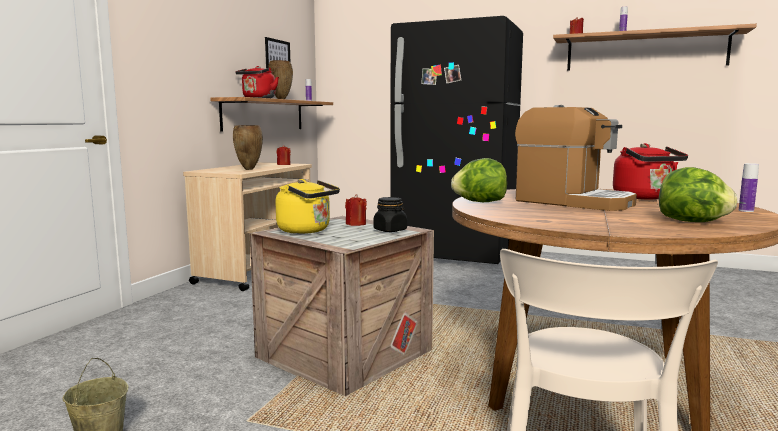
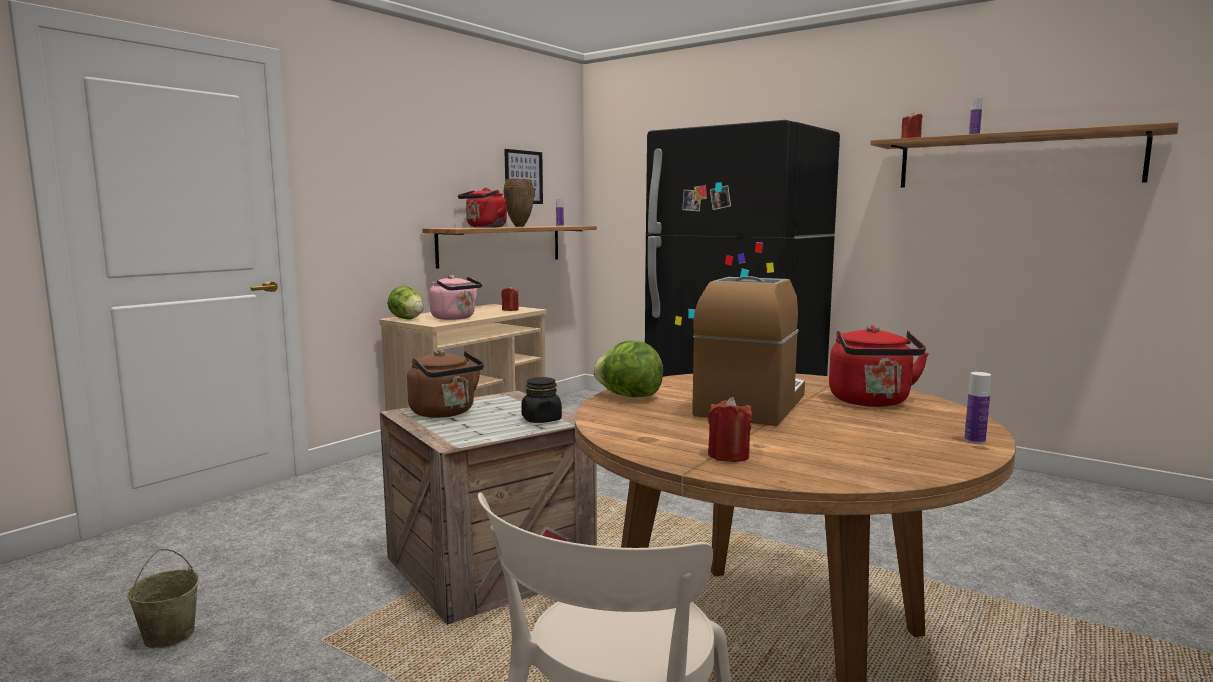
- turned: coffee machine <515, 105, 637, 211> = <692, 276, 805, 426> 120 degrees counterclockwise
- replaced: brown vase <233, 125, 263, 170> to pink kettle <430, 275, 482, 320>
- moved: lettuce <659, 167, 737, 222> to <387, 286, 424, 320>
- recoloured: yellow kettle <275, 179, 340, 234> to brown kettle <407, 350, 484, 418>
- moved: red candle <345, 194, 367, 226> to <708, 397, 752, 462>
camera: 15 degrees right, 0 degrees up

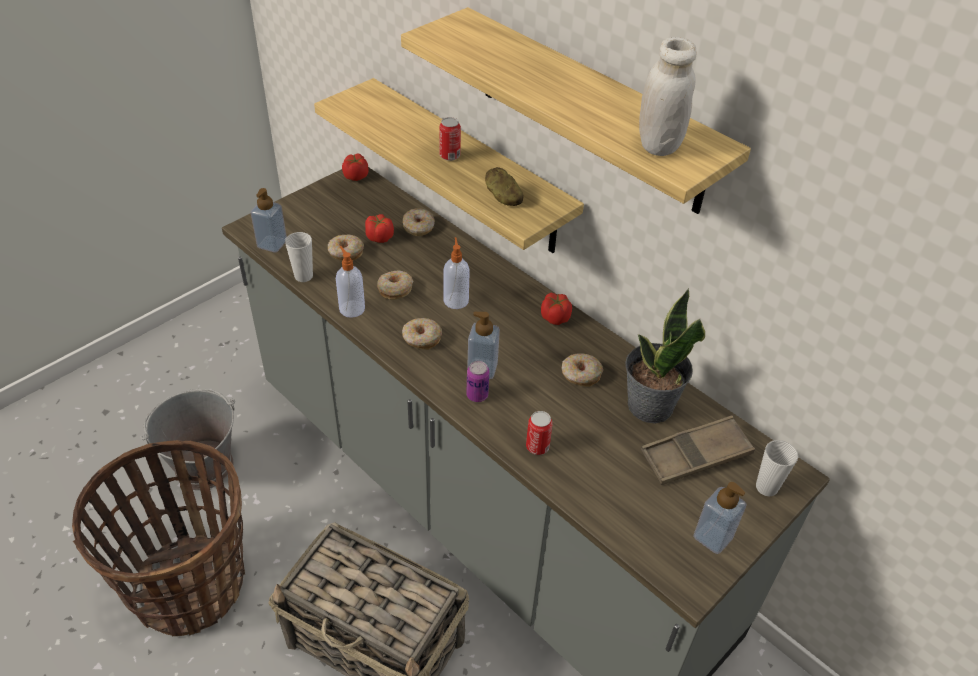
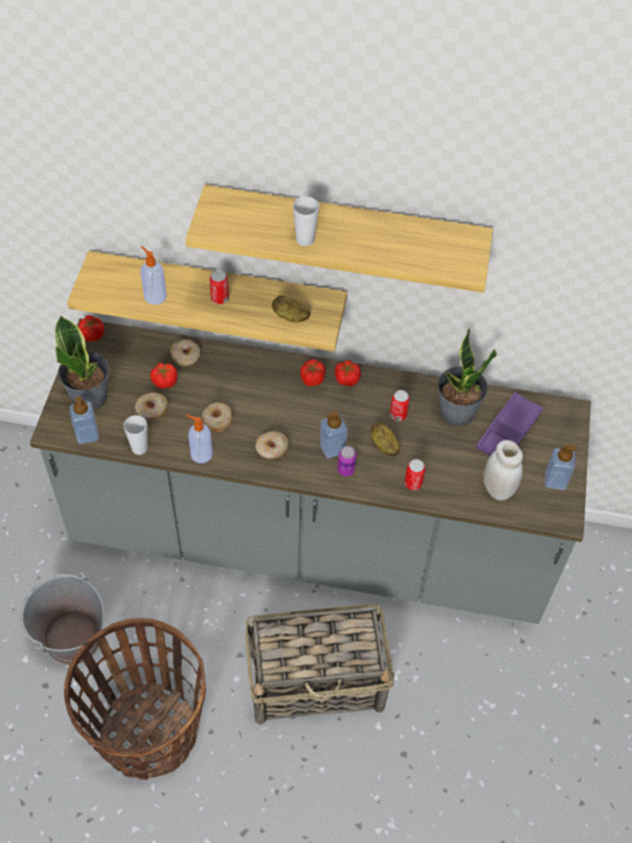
- moved: white jar <639, 37, 697, 156> to <484, 440, 523, 500>
- moved: soap dispenser <443, 237, 470, 309> to <141, 246, 167, 305>
- replaced: donut <561, 353, 603, 387> to can <390, 390, 410, 421>
- recoloured: brown tray <641, 415, 755, 485> to purple tray <475, 392, 543, 456>
- moved: cup <756, 440, 798, 496> to <293, 197, 319, 246>
- added: potted plant <55, 315, 109, 411>
- added: tomato <300, 359, 325, 386>
- added: potato <371, 422, 400, 456>
camera: 35 degrees left, 10 degrees up

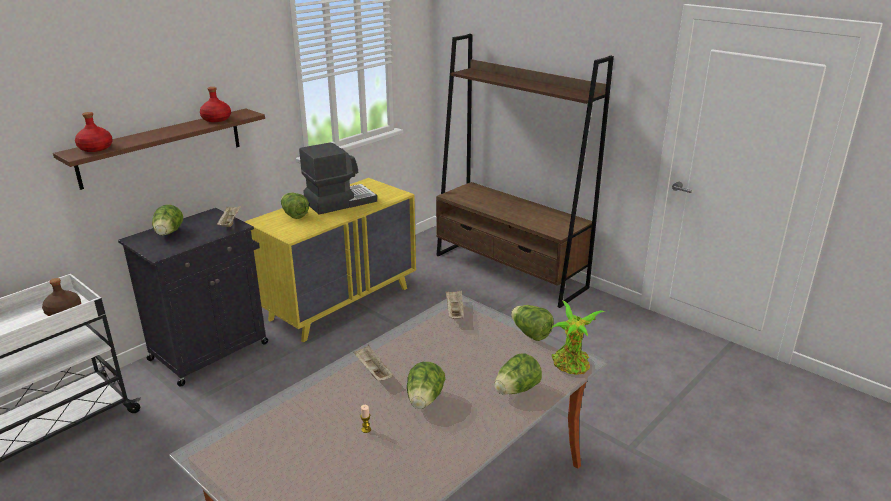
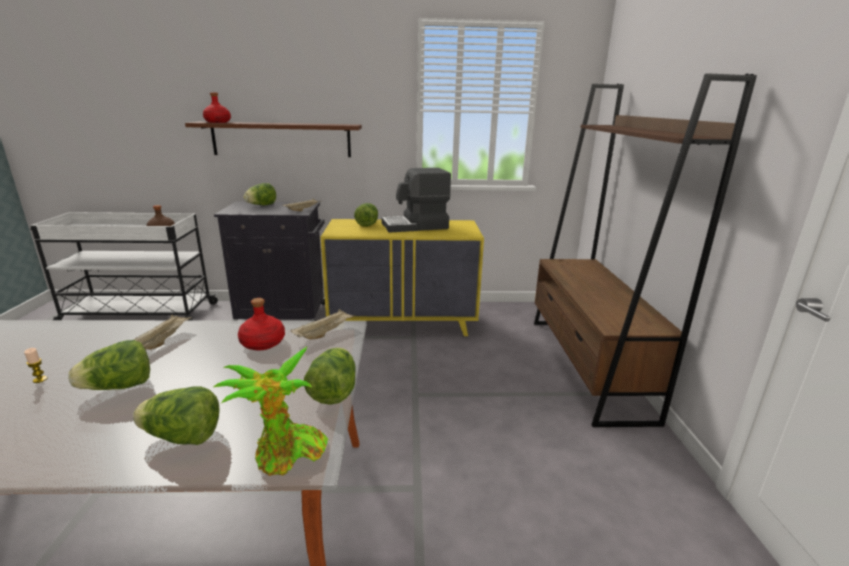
- moved: red bottle <200, 87, 231, 122> to <238, 298, 285, 350>
- turned: coffee machine <299, 142, 377, 215> = <382, 168, 451, 233> 150 degrees clockwise
camera: 45 degrees right, 5 degrees down

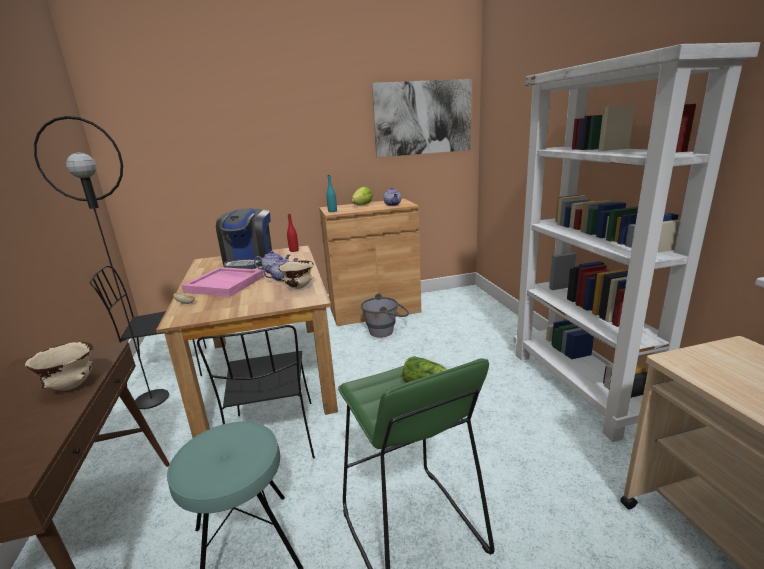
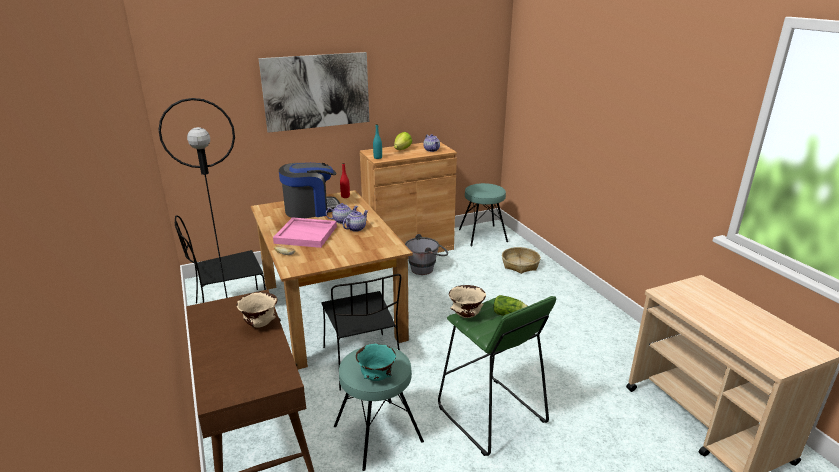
- removed: white bookcase <513, 42, 760, 442>
- moved: picture <372, 79, 472, 157> to <259, 52, 369, 133>
- turned: coffee machine <216, 208, 272, 269> = <279, 163, 340, 218> 105 degrees counterclockwise
- moved: beige bowl <278, 260, 314, 289> to <449, 285, 486, 318>
- added: turquoise stool <459, 183, 508, 246>
- added: basket <502, 247, 541, 274>
- added: turquoise bowl <356, 344, 396, 381>
camera: 10 degrees left, 5 degrees up

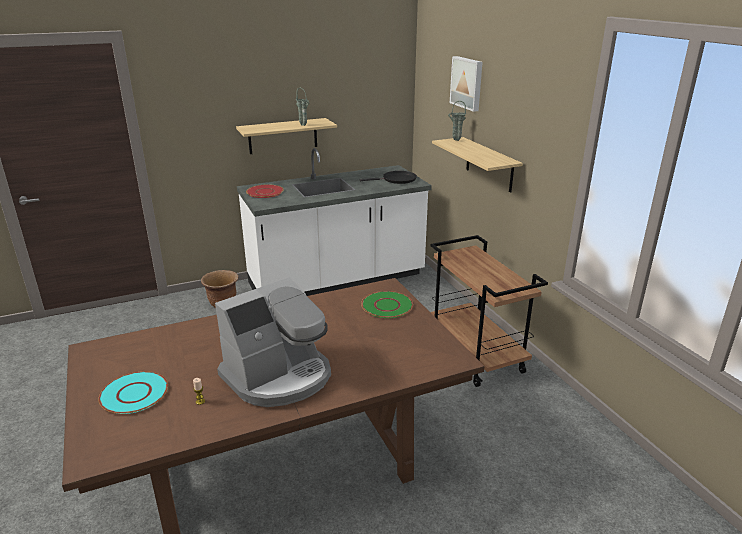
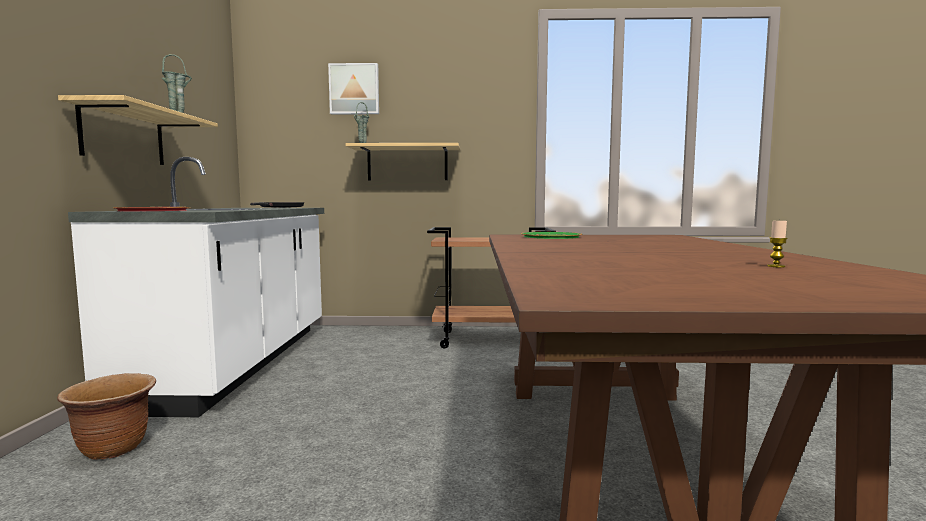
- removed: coffee machine <215, 277, 331, 407>
- removed: turquoise plate <99, 371, 168, 414>
camera: 65 degrees left, 20 degrees down

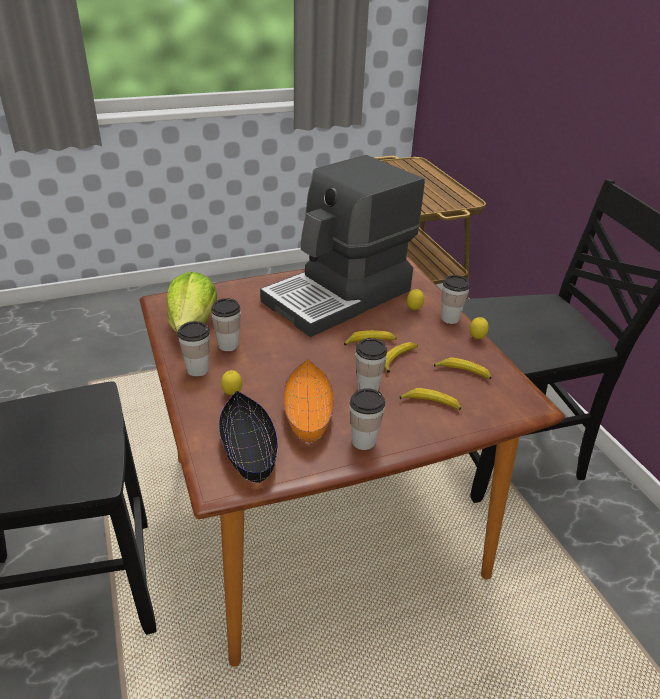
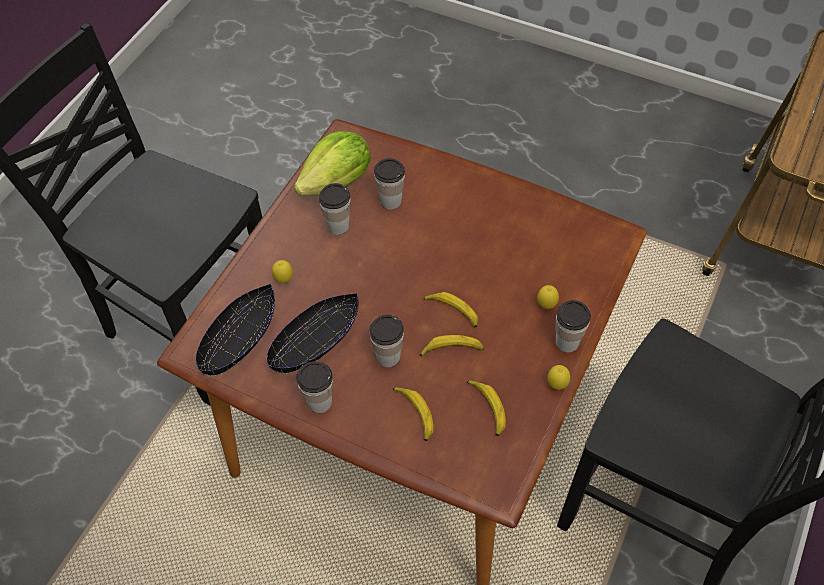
- removed: coffee machine <260, 155, 425, 337>
- moved: cup <177, 321, 210, 377> to <374, 158, 405, 209>
- recoloured: orange bowl <283, 359, 334, 443> to black bowl <267, 293, 358, 373>
camera: 50 degrees right, 20 degrees up

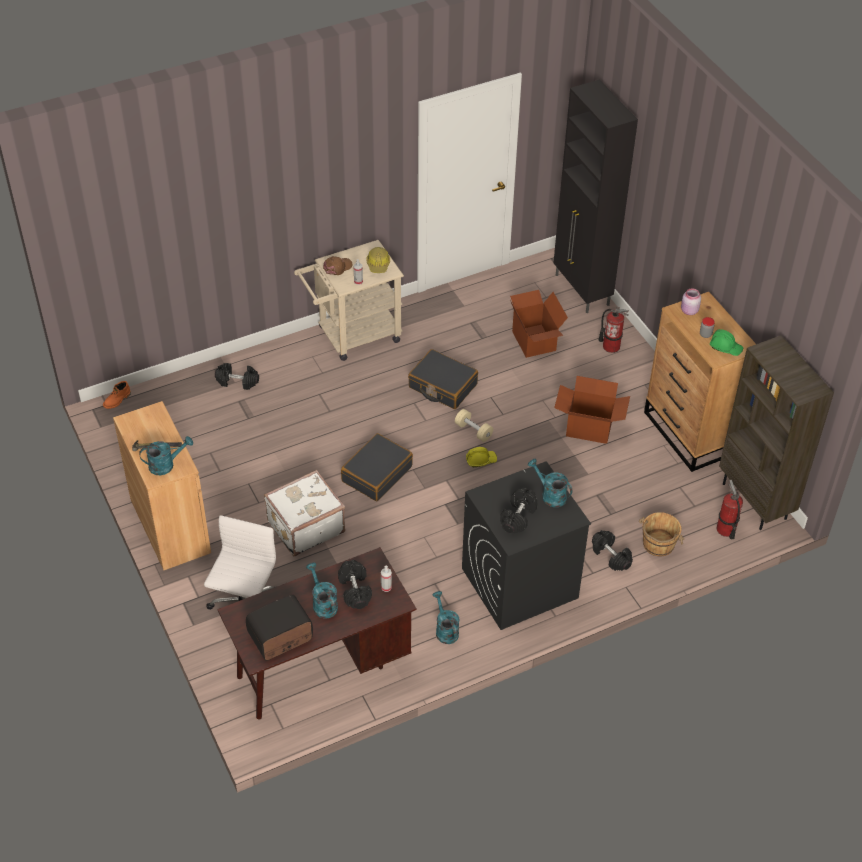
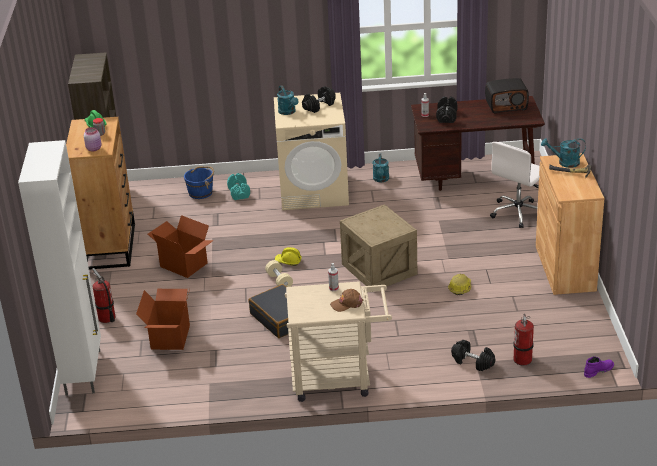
- recoloured: black cabinet <553, 79, 638, 313> to white cabinet <18, 140, 101, 395>
- moved: hard hat <367, 247, 390, 273> to <448, 274, 471, 295>
- recoloured: orange boot <103, 381, 131, 409> to purple boot <584, 356, 614, 378>
- replaced: black suitcase <341, 433, 413, 501> to crate <340, 204, 417, 286>
- recoloured: black washing machine <462, 461, 591, 630> to beige washing machine <274, 93, 349, 210>
- removed: white suitcase <264, 470, 345, 556>
- moved: fire extinguisher <717, 480, 743, 539> to <513, 314, 534, 366>
- recoloured: brown bucket <639, 512, 684, 557> to blue bucket <184, 166, 214, 199>
- recoloured: black dumbbell <592, 530, 633, 571> to turquoise dumbbell <227, 173, 250, 200>
- removed: turquoise watering can <306, 562, 338, 618>
camera: 155 degrees left, 15 degrees down

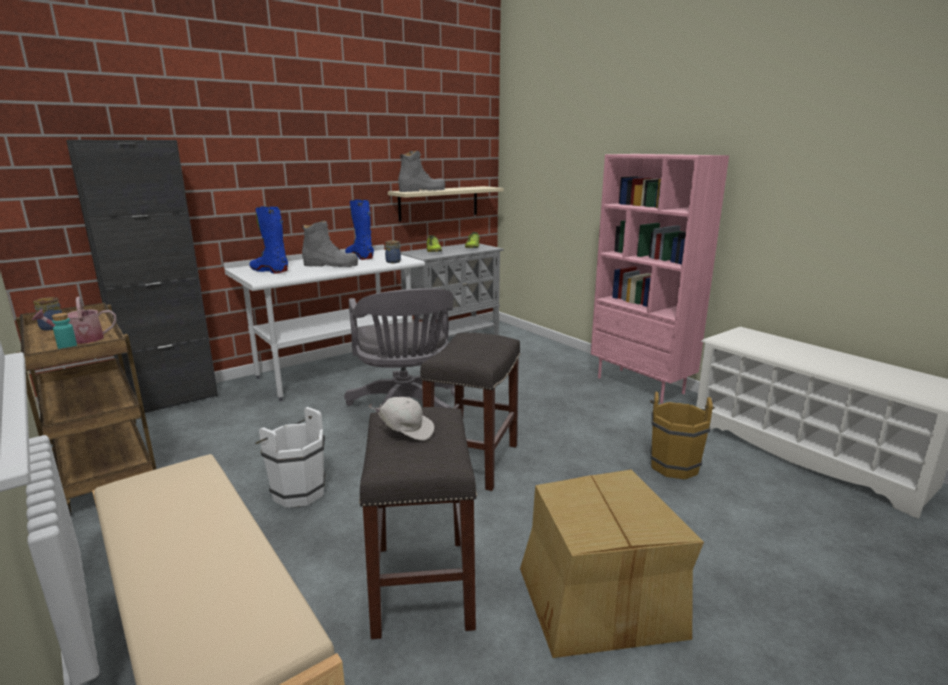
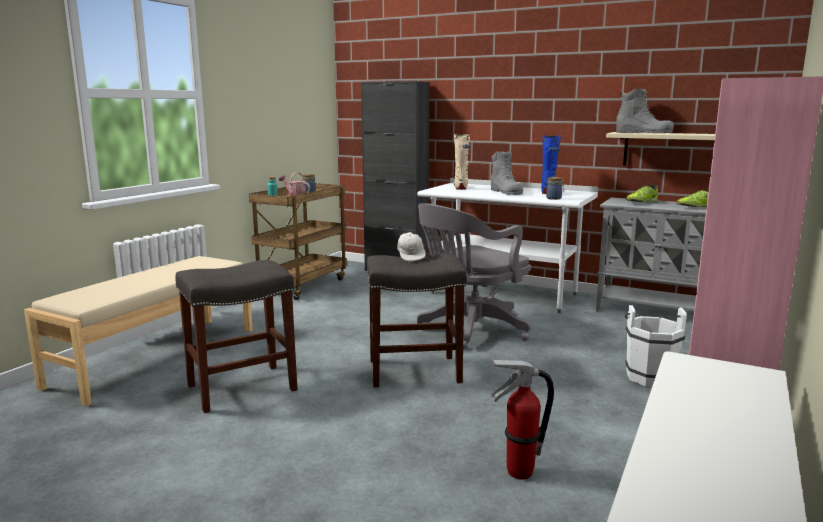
- recoloured: blue boot <249, 206, 288, 273> to beige boot <454, 134, 470, 189>
- replaced: brown bucket <650, 391, 715, 479> to fire extinguisher <491, 359, 554, 479>
- moved: white cap <368, 397, 435, 441> to <397, 232, 426, 261>
- moved: white bucket <255, 407, 325, 508> to <625, 305, 687, 387>
- removed: cardboard box <520, 470, 704, 658>
camera: 65 degrees right, 5 degrees down

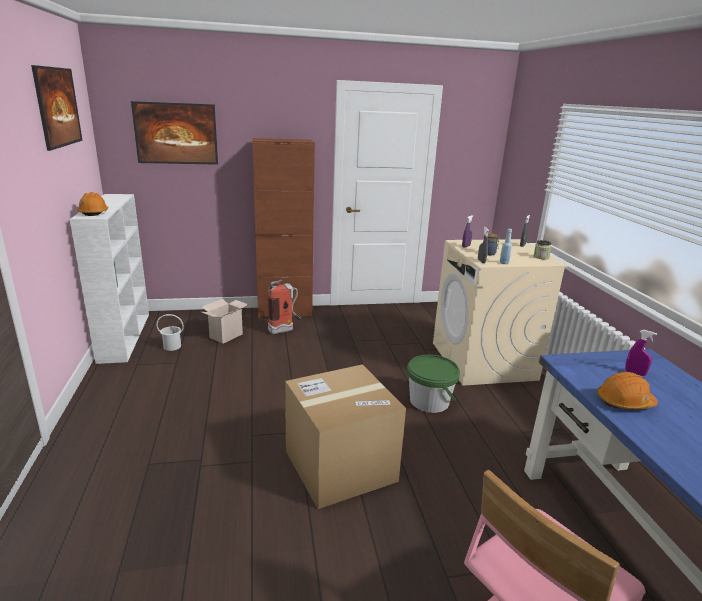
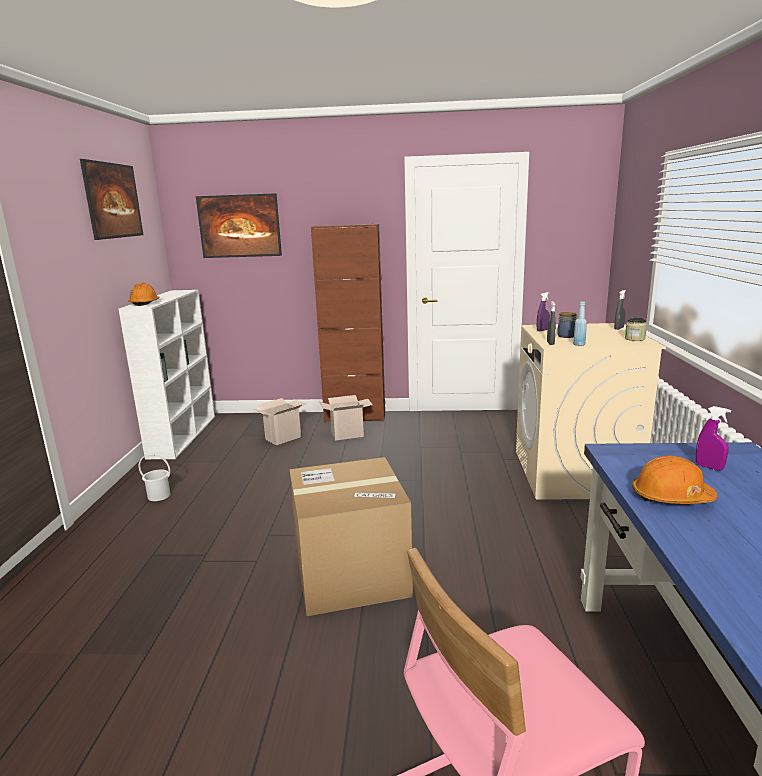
- replaced: fire extinguisher <268, 280, 301, 334> to cardboard box <320, 395, 373, 441>
- moved: white bucket <157, 314, 184, 351> to <139, 454, 171, 501>
- removed: green bucket <407, 355, 460, 413>
camera: 15 degrees right, 5 degrees down

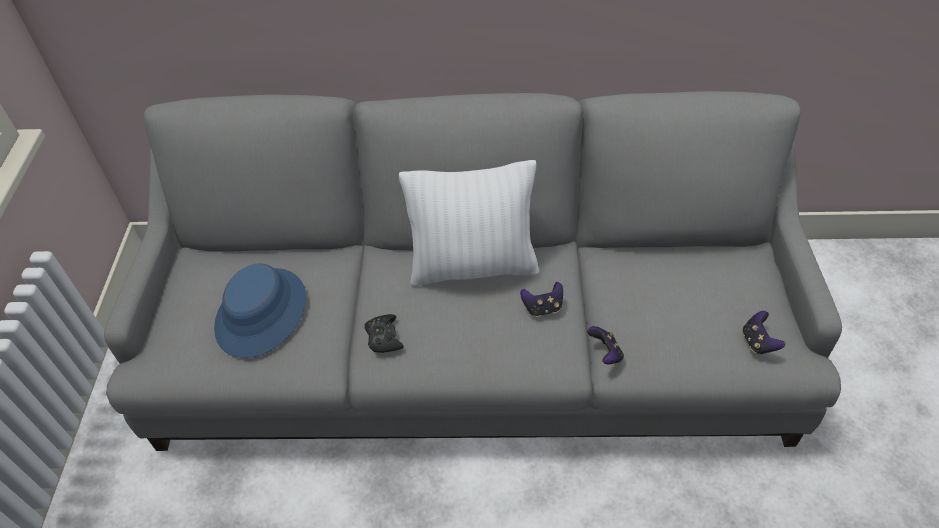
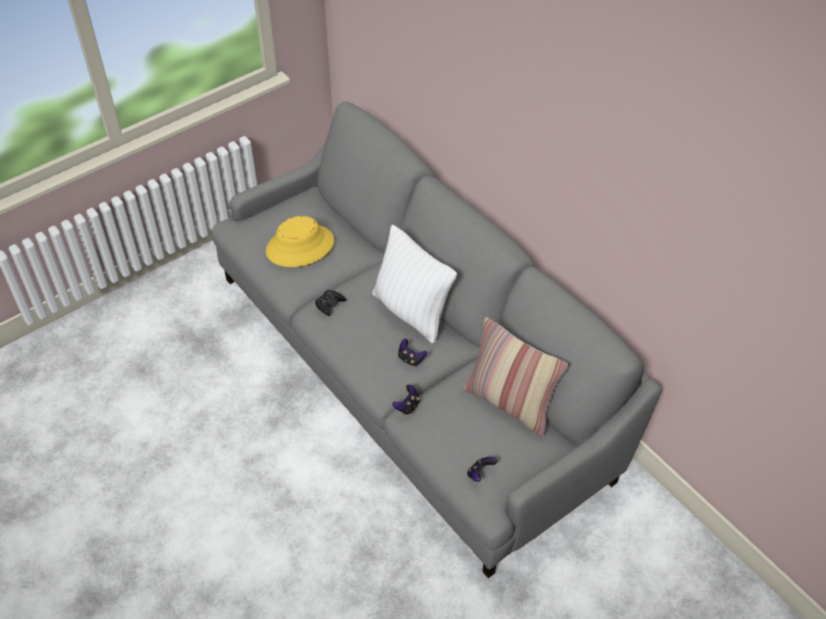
- recoloured: blue hat <214, 263, 306, 358> to yellow hat <266, 216, 334, 267>
- added: pillow <464, 317, 569, 437>
camera: 50 degrees right, 0 degrees up

